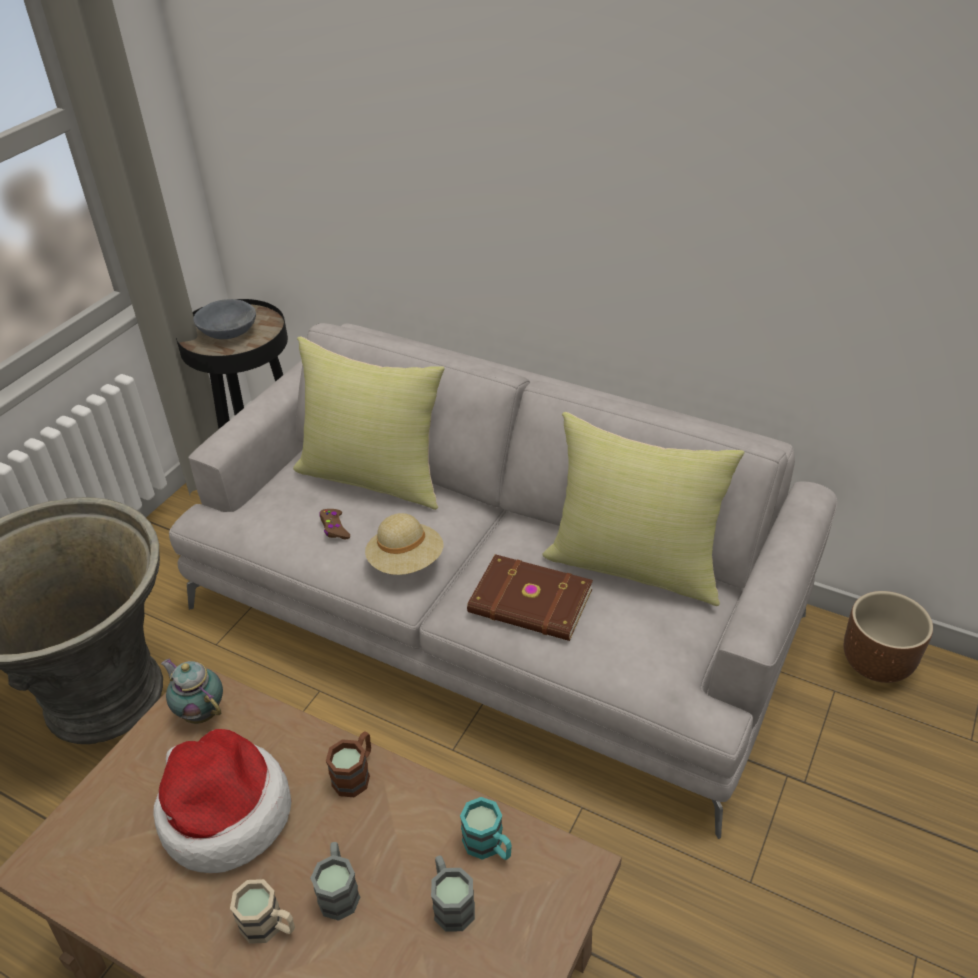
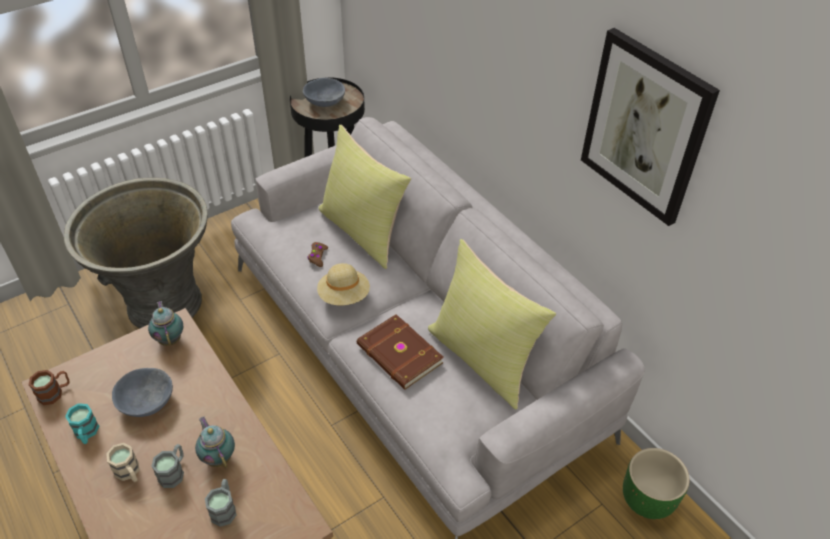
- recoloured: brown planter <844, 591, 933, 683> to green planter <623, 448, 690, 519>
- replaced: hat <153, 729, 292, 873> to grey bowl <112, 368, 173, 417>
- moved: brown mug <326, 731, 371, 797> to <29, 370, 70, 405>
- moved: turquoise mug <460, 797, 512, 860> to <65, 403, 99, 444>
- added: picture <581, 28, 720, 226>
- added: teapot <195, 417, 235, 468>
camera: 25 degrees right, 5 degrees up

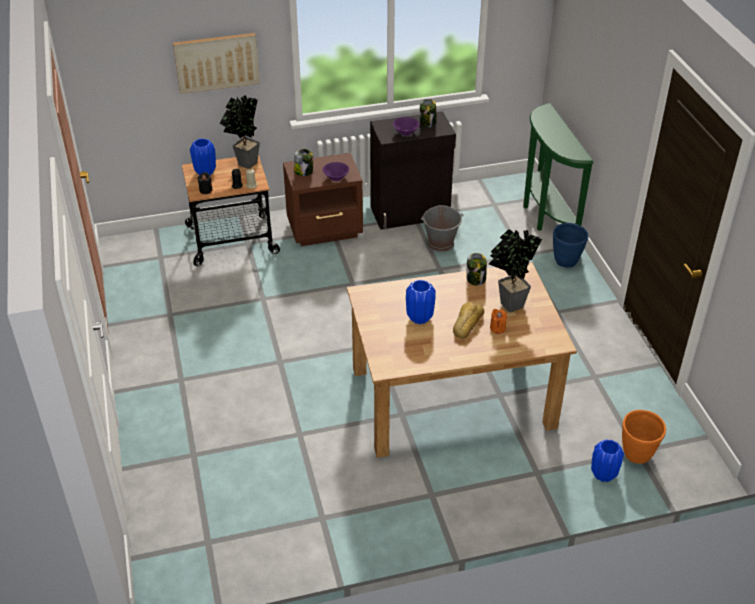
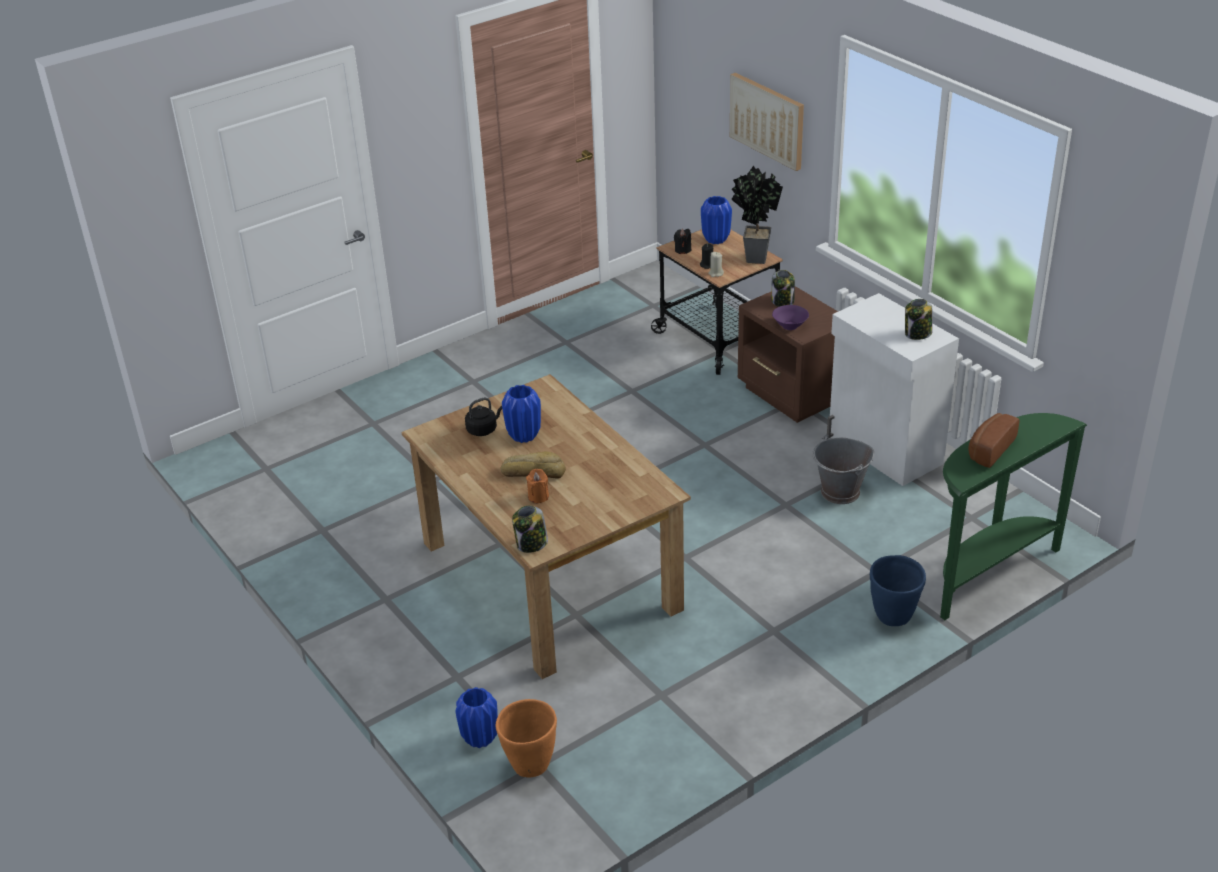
- recoloured: black cabinet <370, 111, 456, 230> to white cabinet <827, 293, 959, 486>
- removed: purple bowl <393, 117, 420, 136>
- removed: potted plant <489, 229, 542, 312>
- moved: jar <467, 253, 487, 286> to <512, 506, 548, 553>
- added: black kettle <465, 397, 502, 436>
- added: bread <968, 413, 1019, 468>
camera: 70 degrees right, 5 degrees down

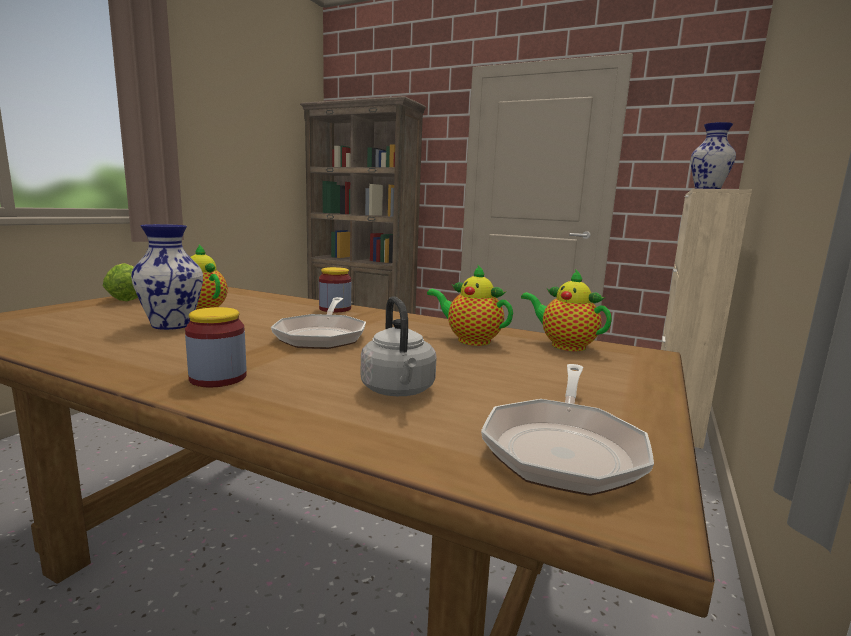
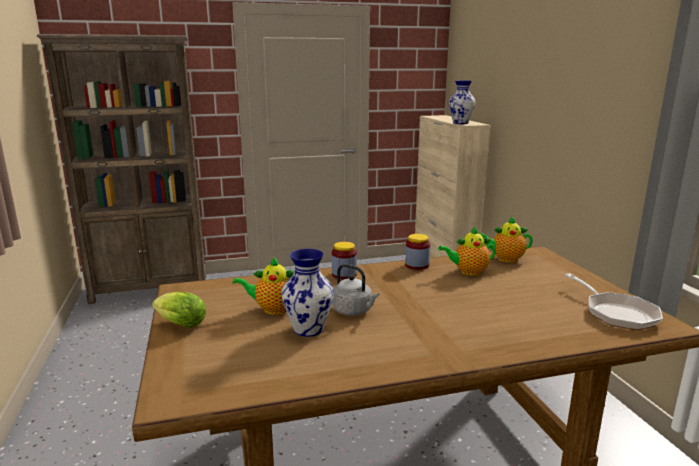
- moved: grey kettle <361, 296, 437, 396> to <332, 264, 379, 316>
- removed: frying pan <271, 297, 366, 349>
- moved: jar <185, 307, 247, 387> to <405, 234, 430, 270>
camera: 40 degrees left, 5 degrees up

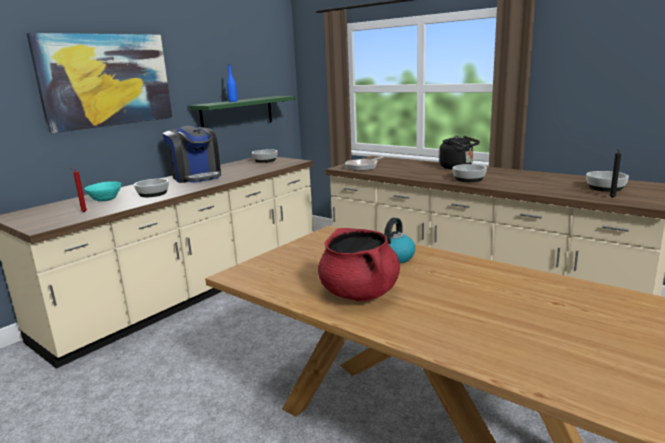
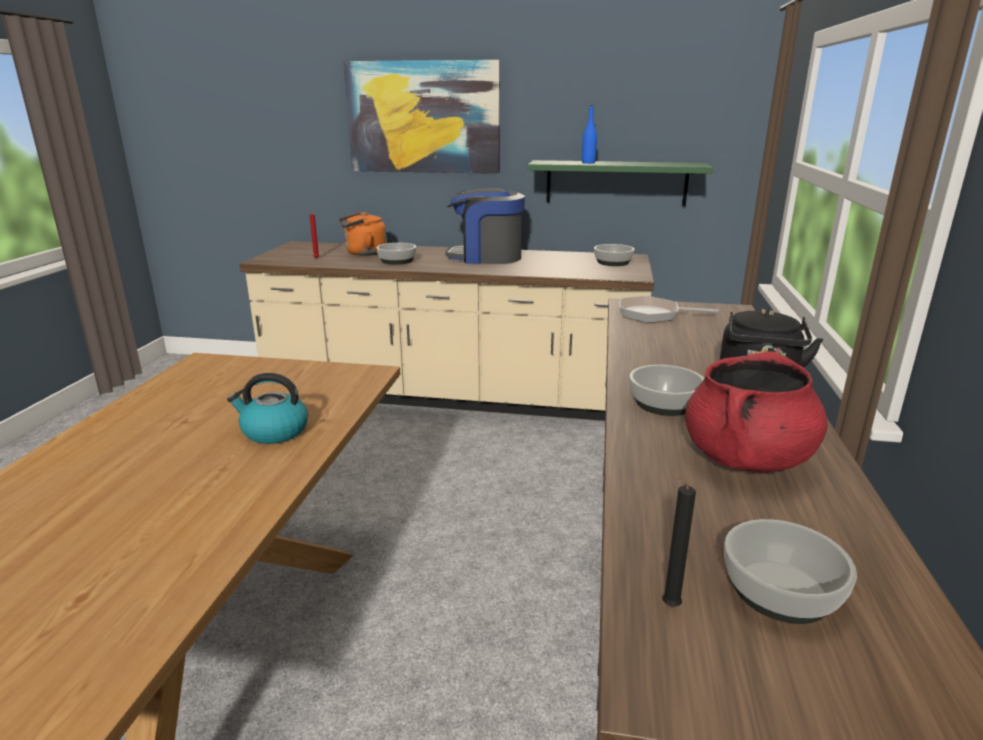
- turned: coffee machine <162, 126, 221, 183> = <446, 189, 525, 264> 75 degrees clockwise
- replaced: turquoise bowl <85, 181, 121, 201> to orange kettle <339, 212, 387, 256>
- moved: red cooking pot <318, 228, 400, 301> to <685, 351, 828, 472>
camera: 60 degrees right, 5 degrees up

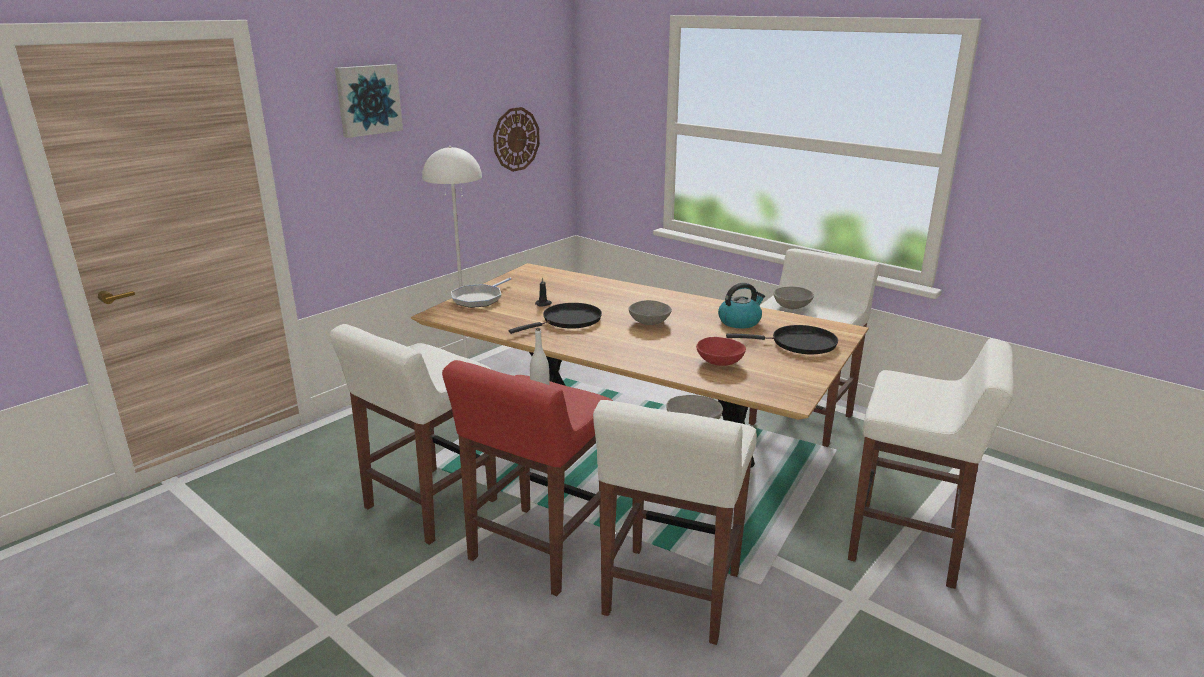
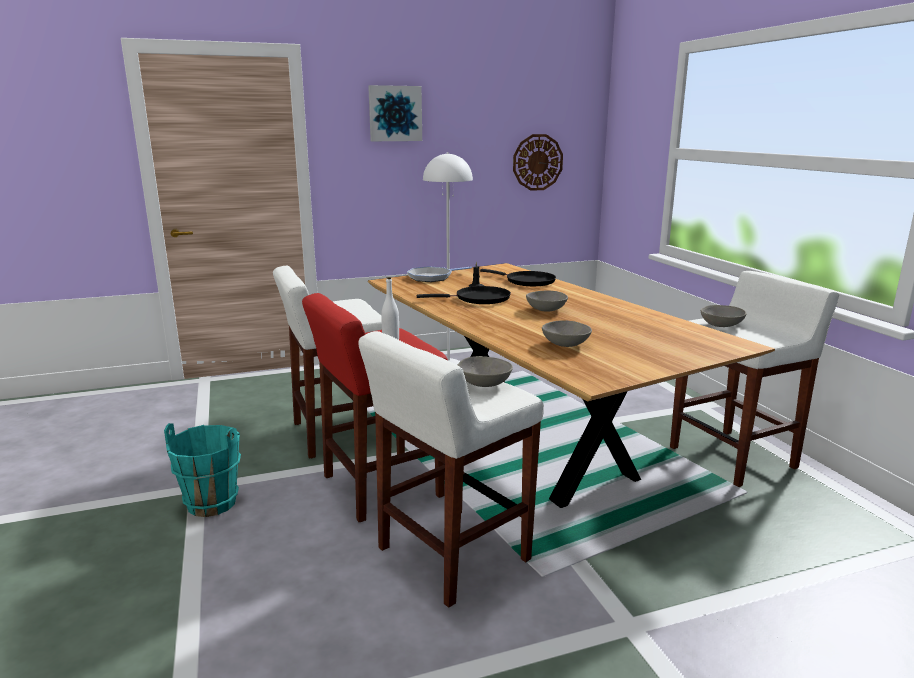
- removed: kettle <718, 283, 765, 329>
- moved: black frying pan <726, 325, 838, 354> to <480, 269, 556, 286>
- recoloured: red bowl <696, 337, 746, 366> to grey bowl <542, 320, 592, 347>
- removed: white stool <848, 338, 1014, 589>
- added: turquoise bucket <164, 423, 241, 517>
camera: 30 degrees right, 5 degrees down

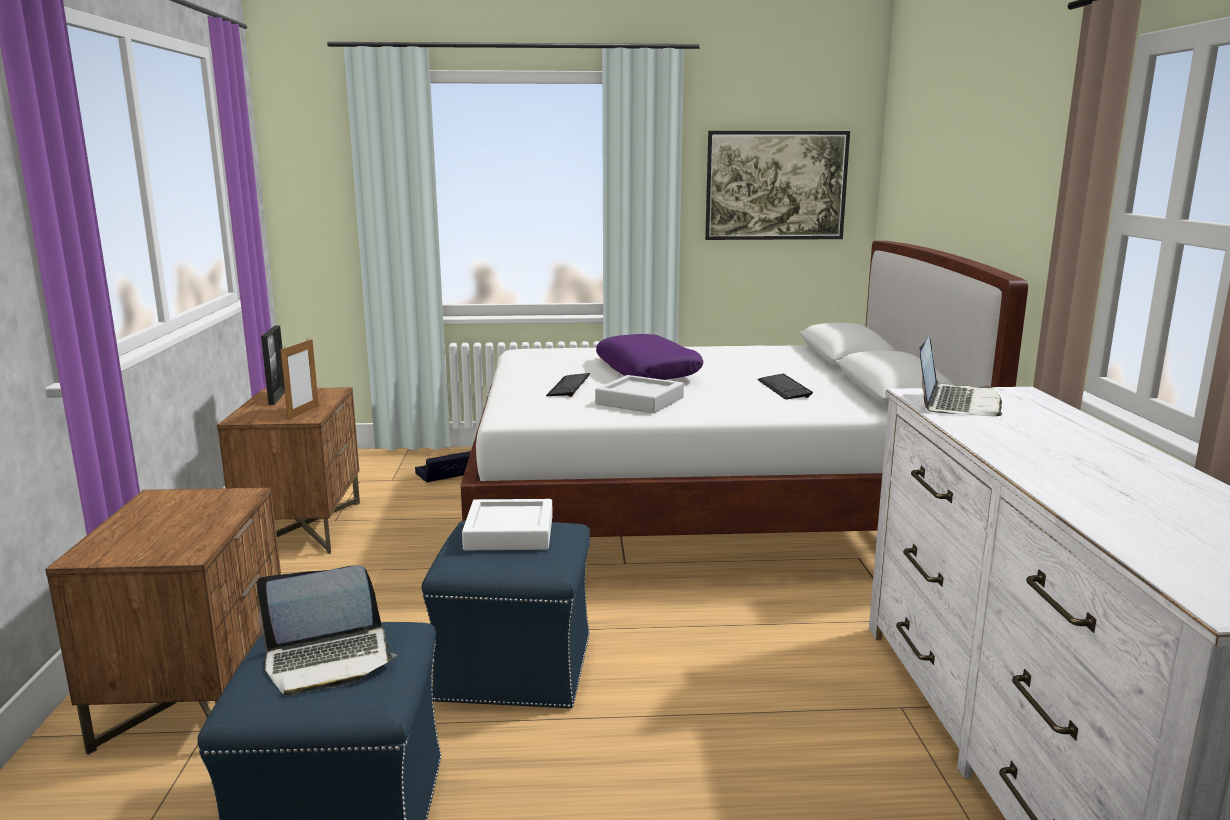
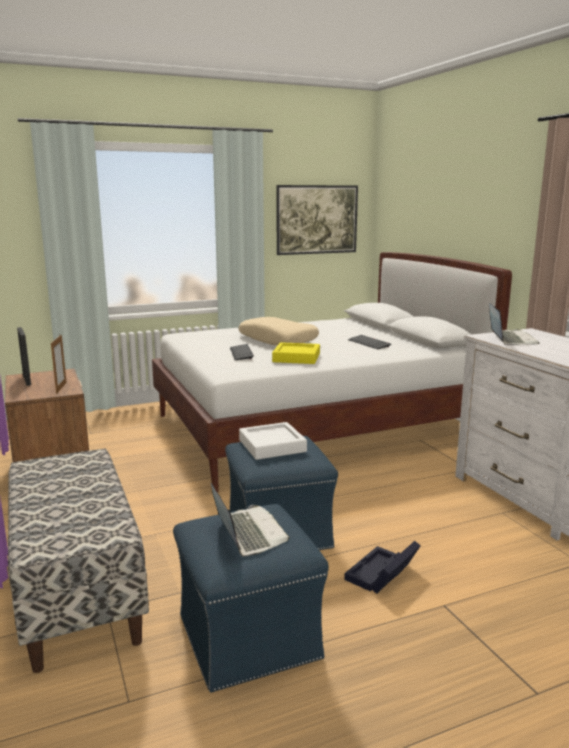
- recoloured: purple pillow <596, 334, 703, 380> to beige pillow <238, 317, 319, 345>
- recoloured: grey tray <595, 375, 684, 413> to yellow tray <272, 342, 320, 364>
- moved: black storage box <415, 451, 471, 483> to <344, 541, 421, 594>
- replaced: brown nightstand <45, 487, 281, 755> to bench <8, 449, 149, 673>
- turned: laptop <256, 565, 397, 696> = <210, 482, 290, 557> 75 degrees counterclockwise
camera: 20 degrees left, 0 degrees up

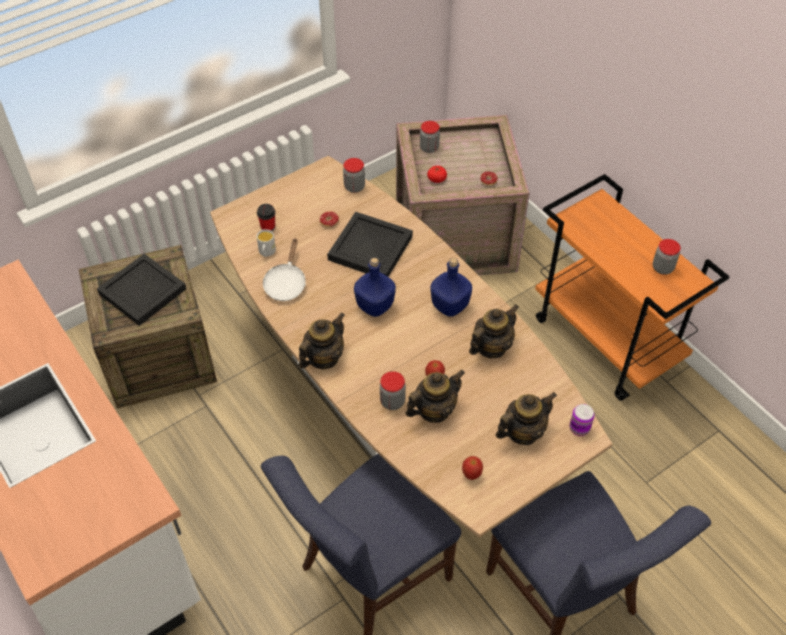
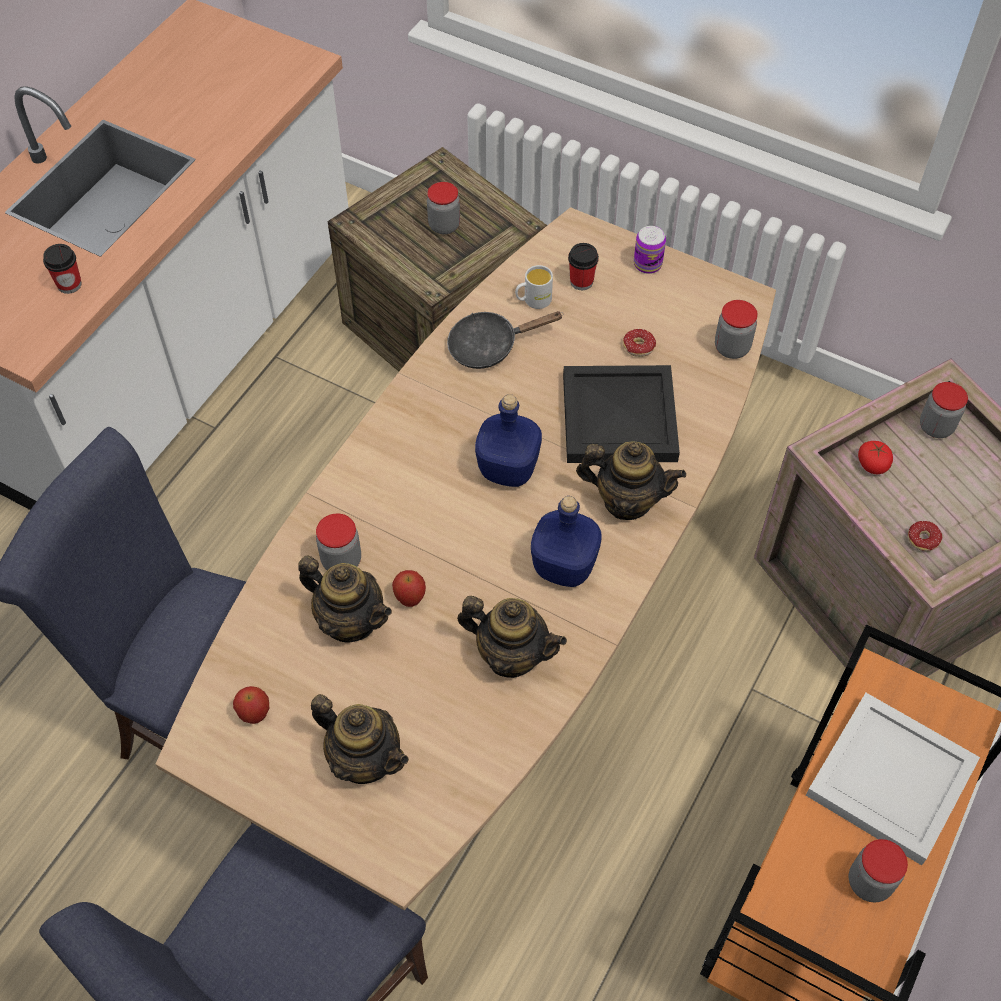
- recoloured: white frying pan <263, 239, 306, 301> to black frying pan <447, 311, 563, 369>
- replaced: black tray <97, 254, 186, 326> to jar <427, 182, 460, 234>
- moved: teapot <299, 312, 345, 369> to <576, 441, 686, 520>
- moved: can <570, 404, 595, 436> to <634, 226, 666, 274>
- added: cup <43, 244, 82, 294>
- added: white tray <806, 693, 980, 865>
camera: 65 degrees right, 5 degrees up

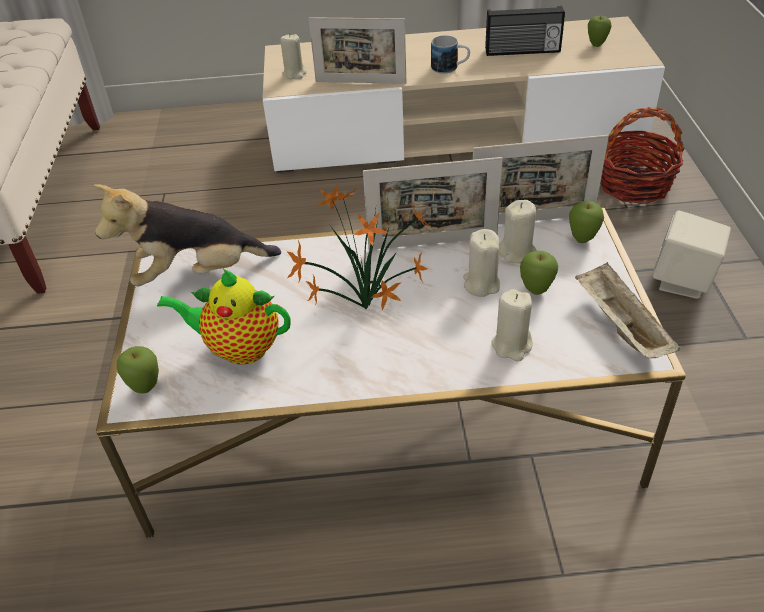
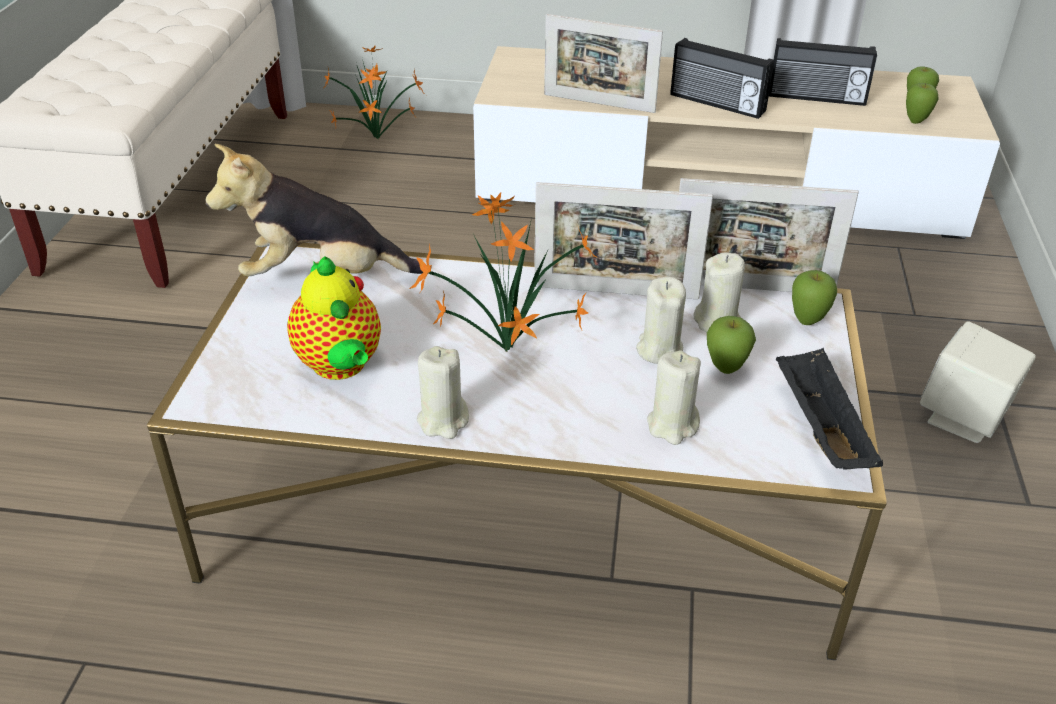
- moved: beige candle <280, 33, 307, 79> to <417, 346, 469, 439>
- replaced: mug <431, 35, 470, 74> to radio <670, 38, 774, 119>
- removed: basket <601, 107, 685, 204>
- recoloured: beige tray <575, 262, 681, 359> to black tray <776, 348, 883, 470>
- turned: teapot <157, 269, 291, 365> = <287, 256, 381, 380> 135 degrees counterclockwise
- moved: apple <117, 346, 159, 394> to <906, 83, 939, 124>
- added: potted plant <324, 46, 426, 139>
camera: 10 degrees right, 5 degrees down

